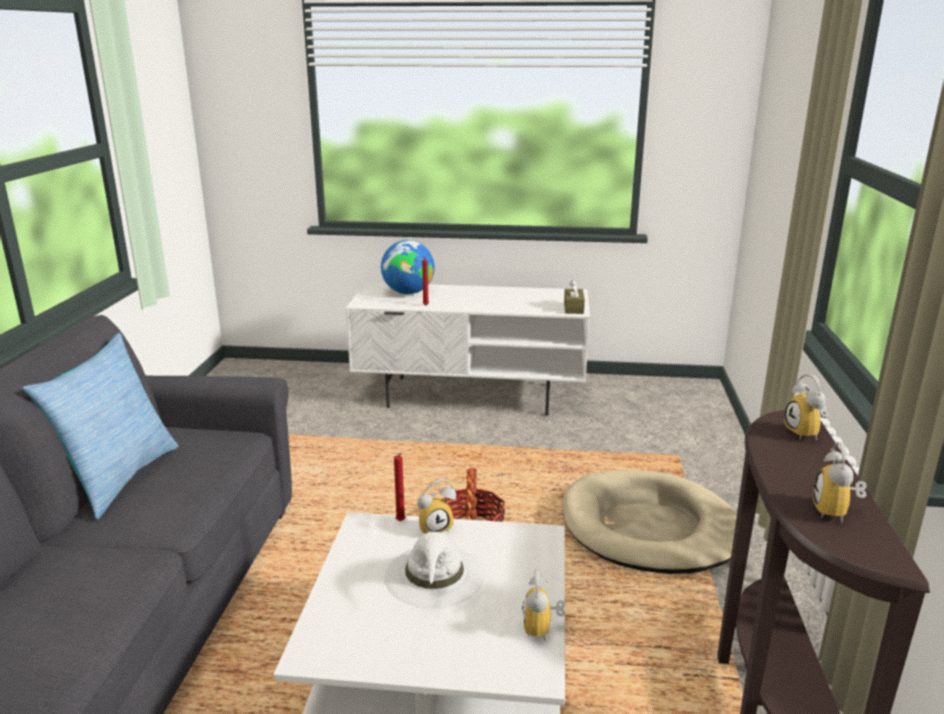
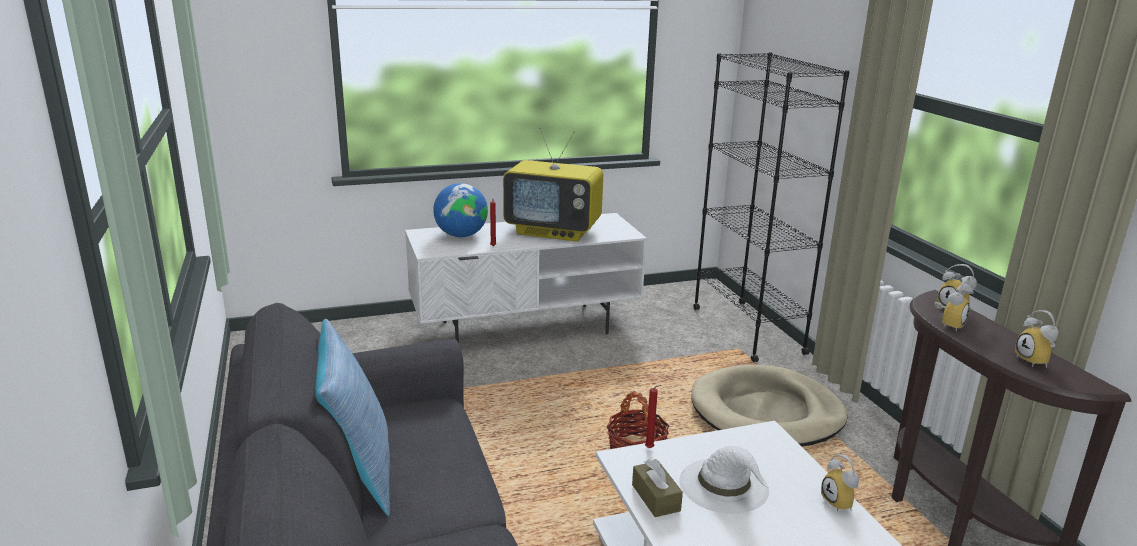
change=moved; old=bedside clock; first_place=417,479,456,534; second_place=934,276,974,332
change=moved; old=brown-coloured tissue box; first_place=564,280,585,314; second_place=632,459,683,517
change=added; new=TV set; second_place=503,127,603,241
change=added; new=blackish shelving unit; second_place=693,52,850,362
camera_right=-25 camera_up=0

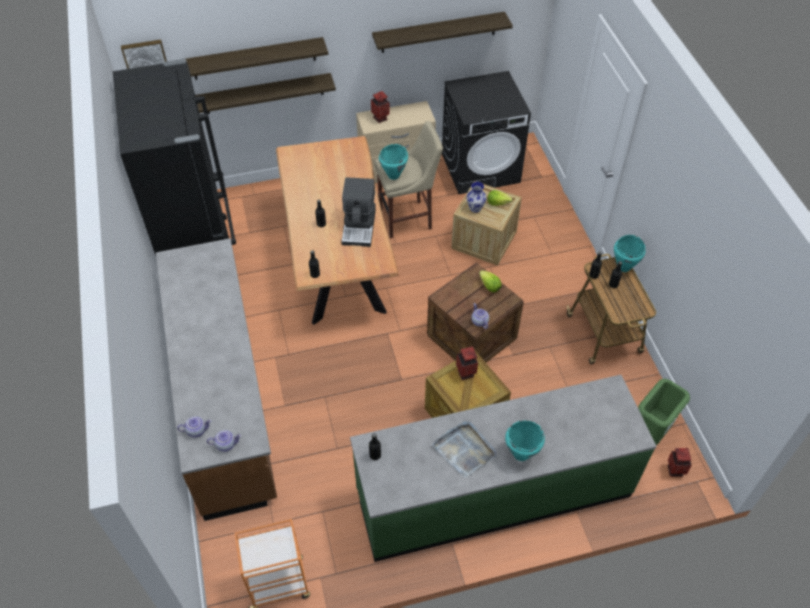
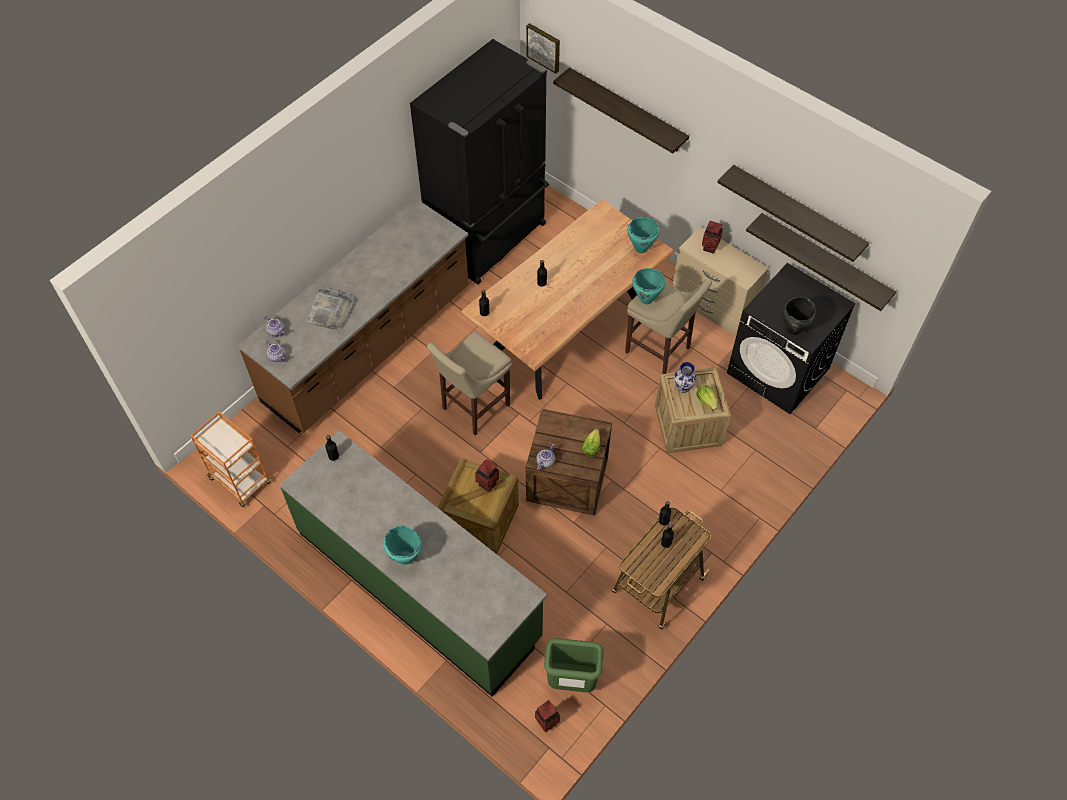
change=moved; old=shelf; first_place=195,73,336,114; second_place=746,213,896,311
change=removed; old=coffee machine; first_place=341,177,376,247
change=moved; old=greyish tray; first_place=432,421,496,478; second_place=307,287,354,329
change=moved; old=blue-green saucepot; first_place=614,235,646,272; second_place=627,217,660,253
change=added; new=beige-coloured stool; second_place=427,332,512,435
change=added; new=blackish saucepot; second_place=782,297,816,335
camera_right=55 camera_up=5

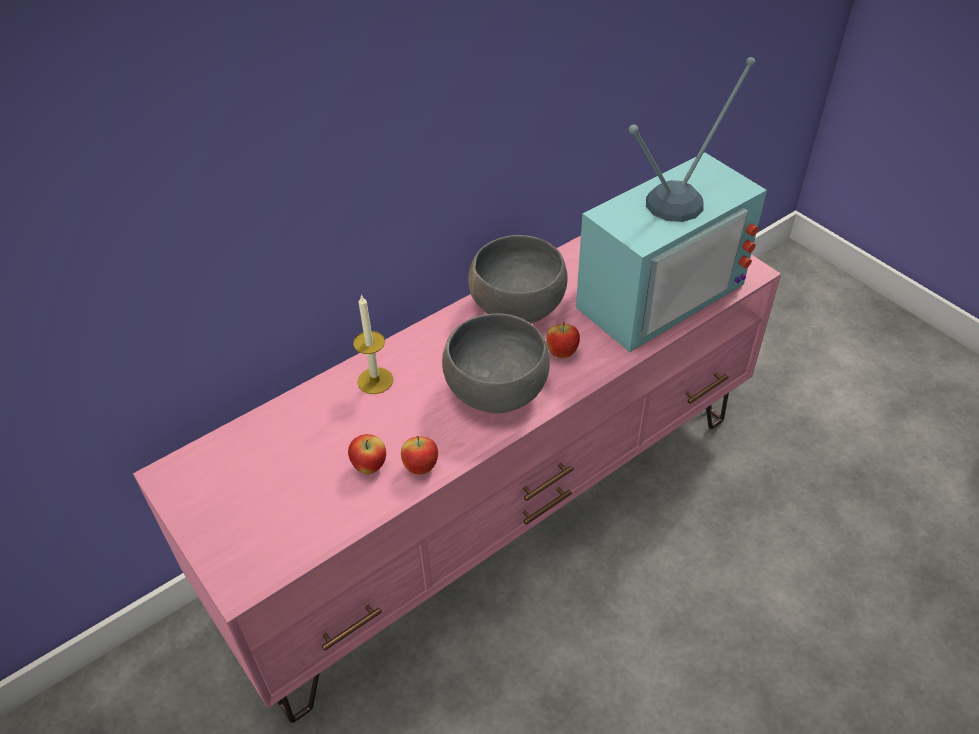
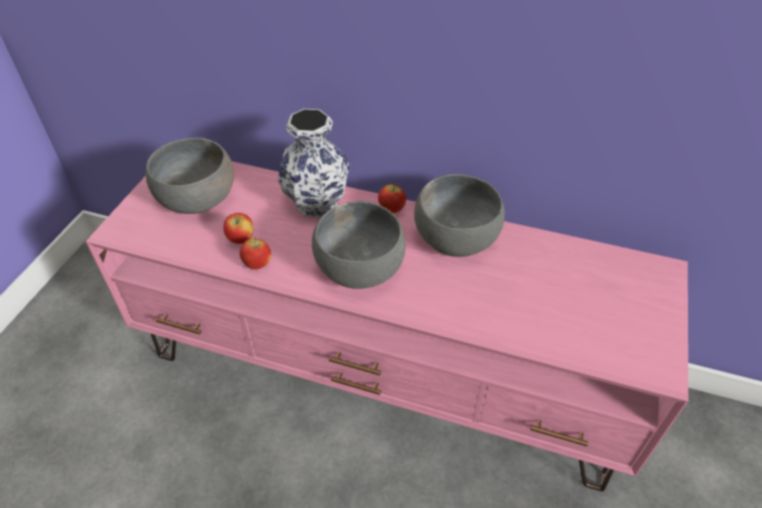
change=replaced; old=candle; new=vase; first_place=353,294,393,394; second_place=278,109,349,218
change=moved; old=apple; first_place=546,321,580,358; second_place=378,183,406,214
change=removed; old=TV set; first_place=576,57,767,352
change=added; new=greyish deep dish; second_place=146,137,234,214
camera_right=55 camera_up=0

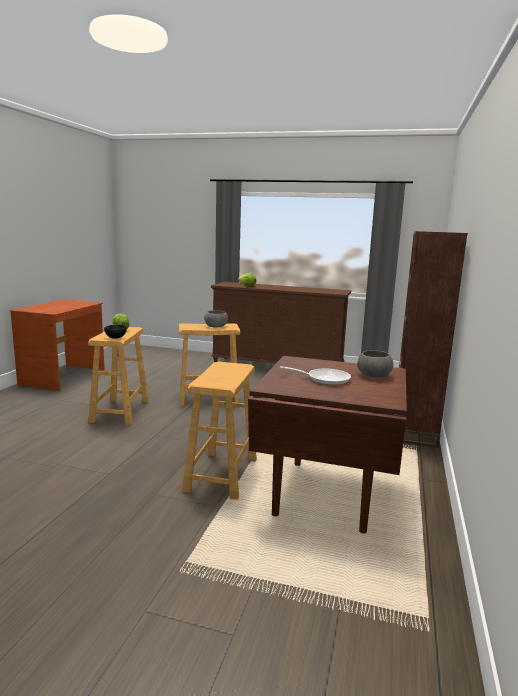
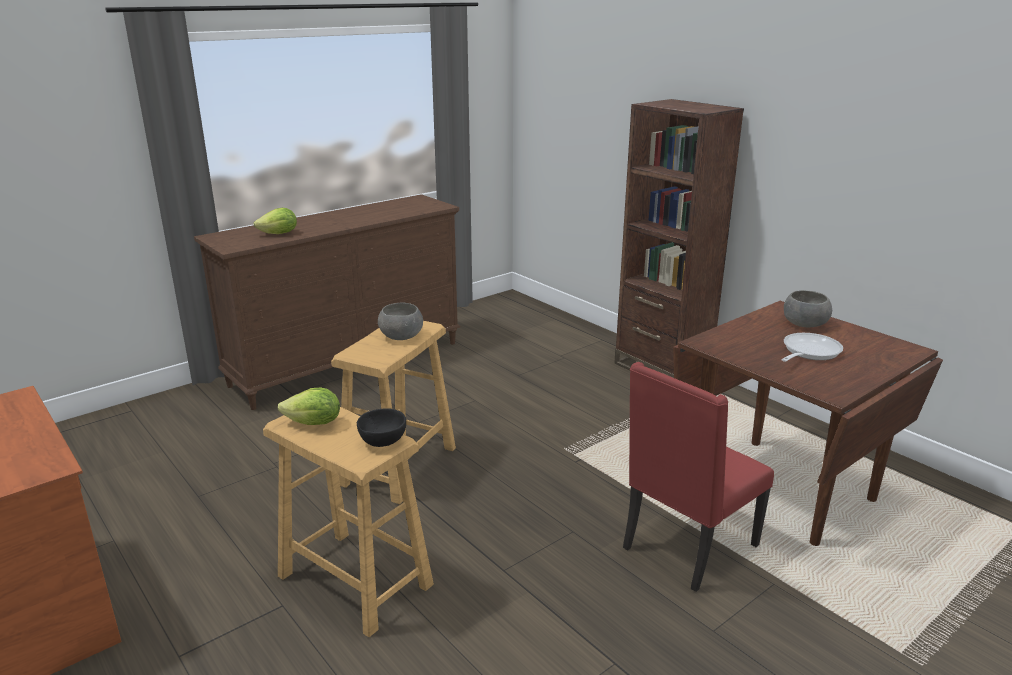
change=replaced; old=beige-coloured stool; new=red-coloured upright chair; first_place=182,362,257,500; second_place=623,362,774,592
camera_right=-55 camera_up=10

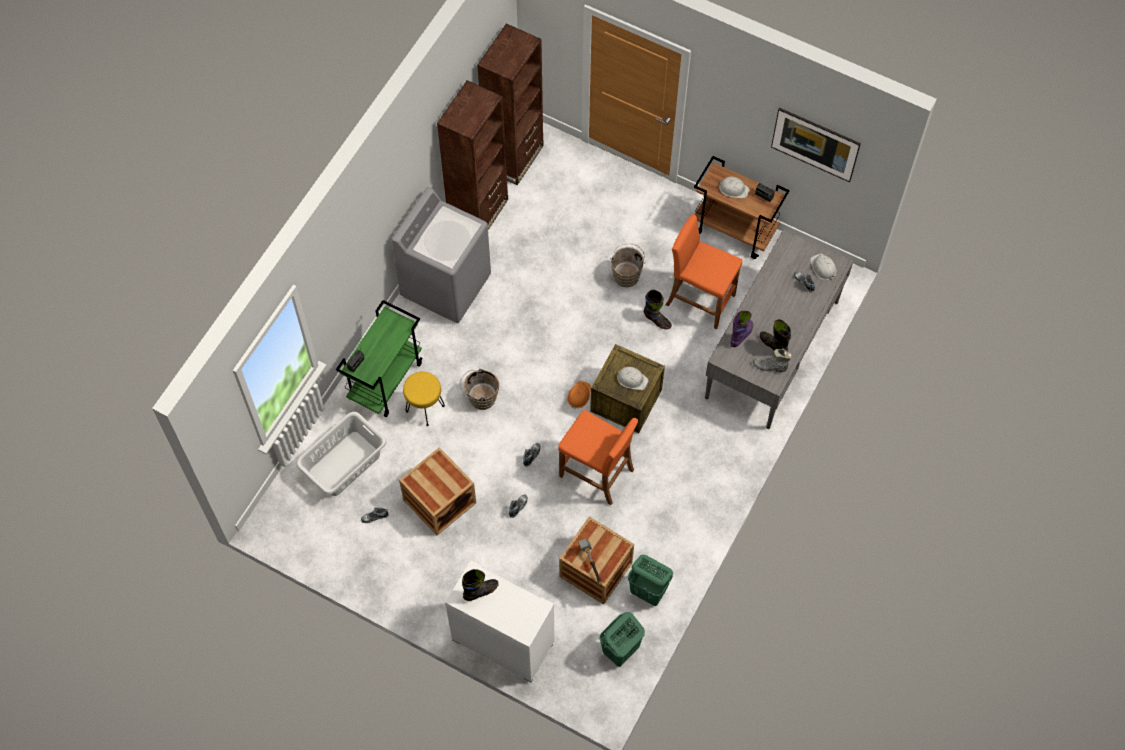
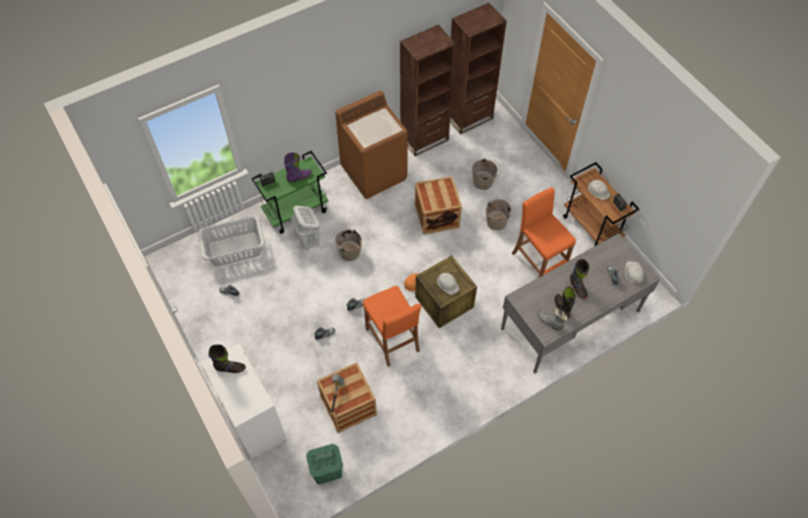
change=recoloured; old=greyish laundry machine; new=brown-coloured laundry machine; first_place=392,187,491,323; second_place=335,91,408,199
change=moved; old=packing crate; first_place=399,447,476,535; second_place=415,176,462,235
change=replaced; old=yellowish stool; new=white-coloured laundry basket; first_place=403,372,445,426; second_place=291,206,320,250
change=removed; old=green laundry basket; first_place=628,555,673,606
change=moved; old=blackish boot; first_place=644,290,672,329; second_place=570,259,589,299
change=moved; old=purple boot; first_place=730,310,753,347; second_place=284,152,312,182
change=removed; old=wall art; first_place=771,108,861,182
change=added; new=brown-coloured water bucket; second_place=472,158,501,190
camera_right=30 camera_up=-5

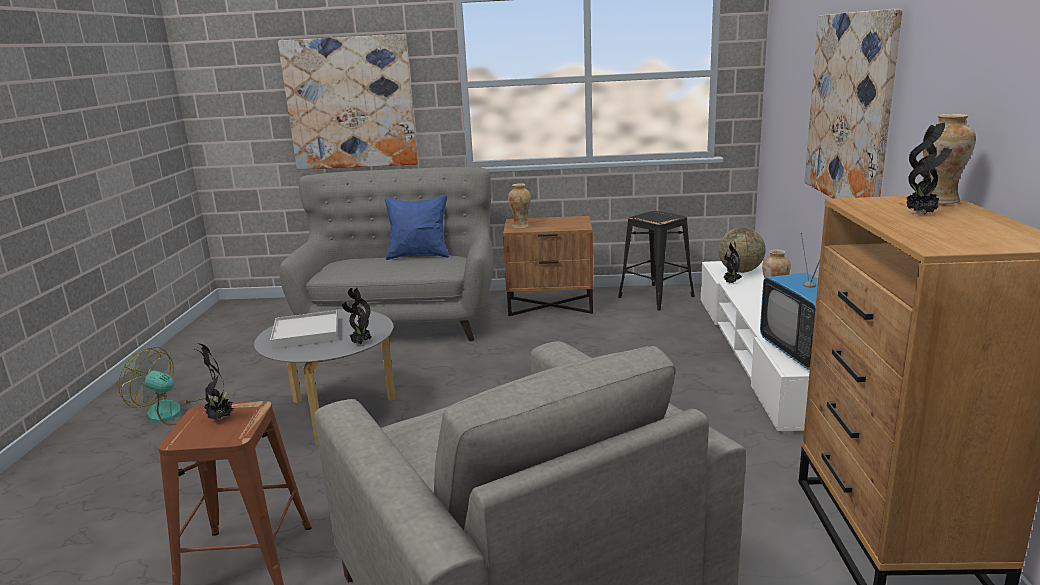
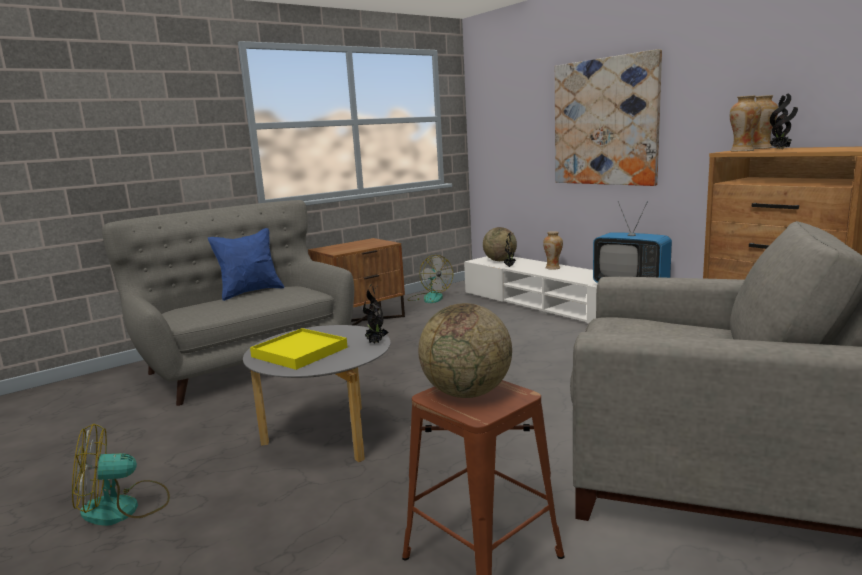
change=replaced; old=houseplant; new=desk globe; first_place=195,343,234,420; second_place=418,303,512,398
change=recoloured; old=white-coloured tray; new=yellowish tray; first_place=270,310,338,349; second_place=250,328,348,370
change=removed; old=wall art; first_place=278,34,418,170
change=moved; old=vase; first_place=508,183,531,229; second_place=730,96,761,151
change=replaced; old=blackish stool; new=cooling fan; first_place=618,211,695,310; second_place=408,255,453,303
camera_right=-40 camera_up=-5

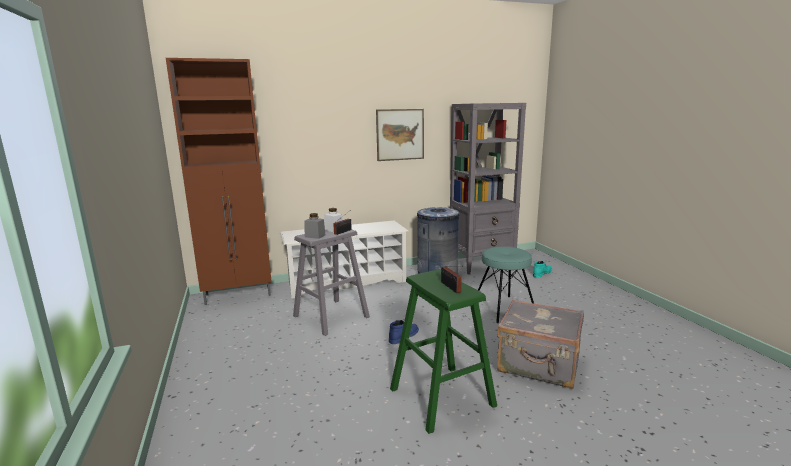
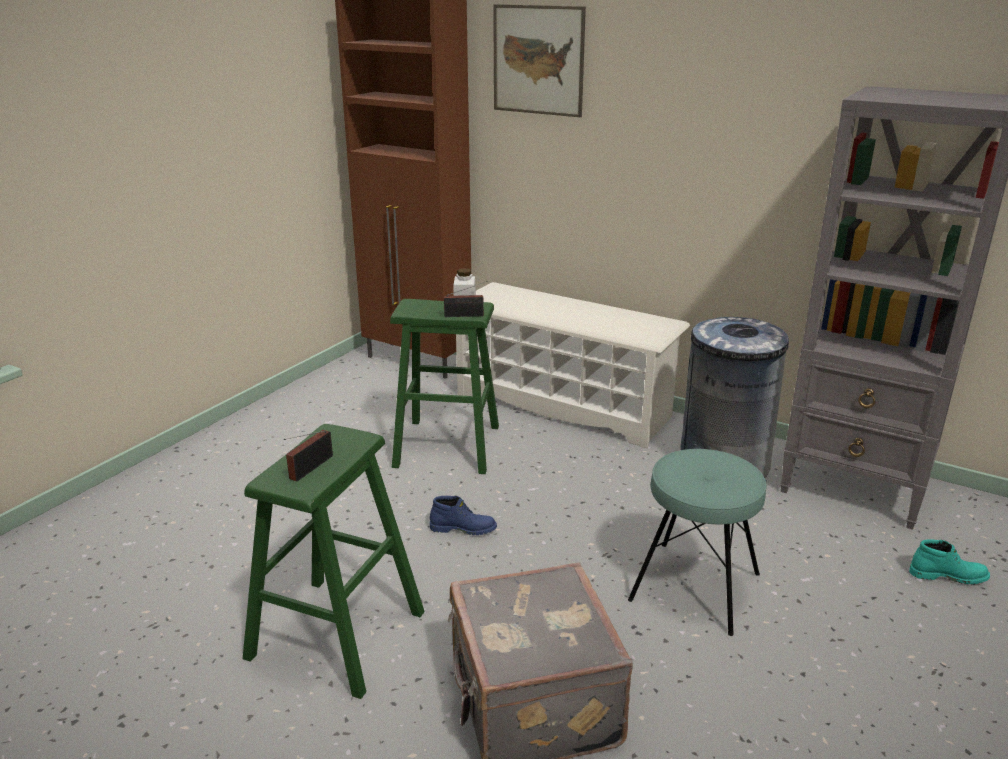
change=recoloured; old=greyish stool; new=green stool; first_place=293,230,370,336; second_place=390,299,499,474
change=removed; old=greyish preserve jar; first_place=304,213,326,239
change=moved; old=wall art; first_place=376,109,424,161; second_place=493,4,586,117
camera_right=50 camera_up=10

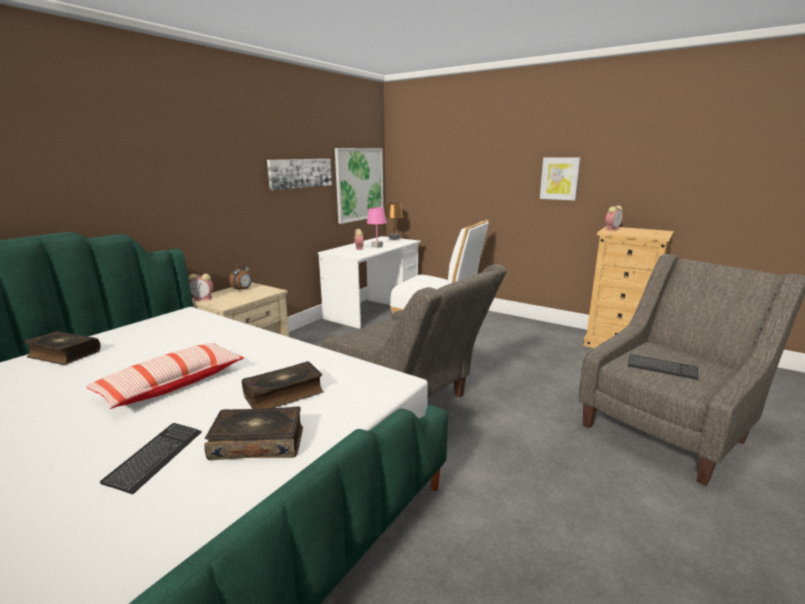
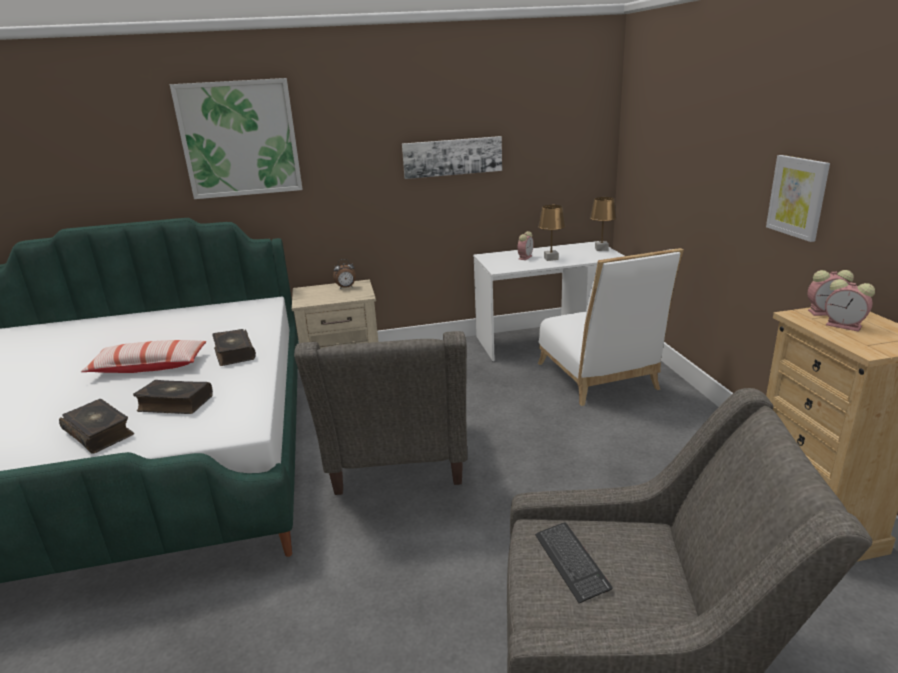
change=moved; old=book; first_place=24,331,100,365; second_place=212,329,256,366
change=removed; old=computer keyboard; first_place=100,423,202,495
change=moved; old=bedside clock; first_place=189,274,213,300; second_place=825,279,875,332
change=moved; old=wall art; first_place=335,148,384,224; second_place=170,78,303,199
change=recoloured; old=pink-coloured tabletop lamp; new=brown-coloured tabletop lamp; first_place=367,207,387,248; second_place=538,205,566,261
camera_right=45 camera_up=5

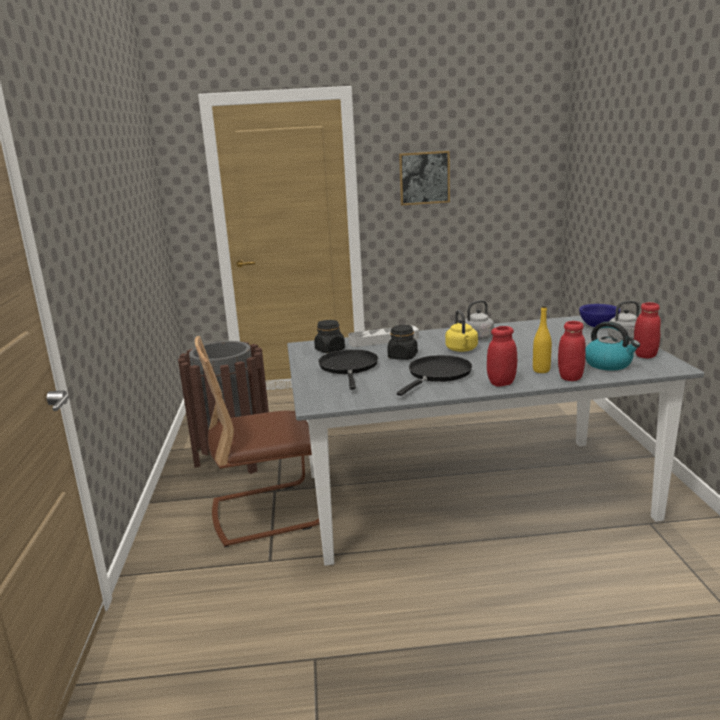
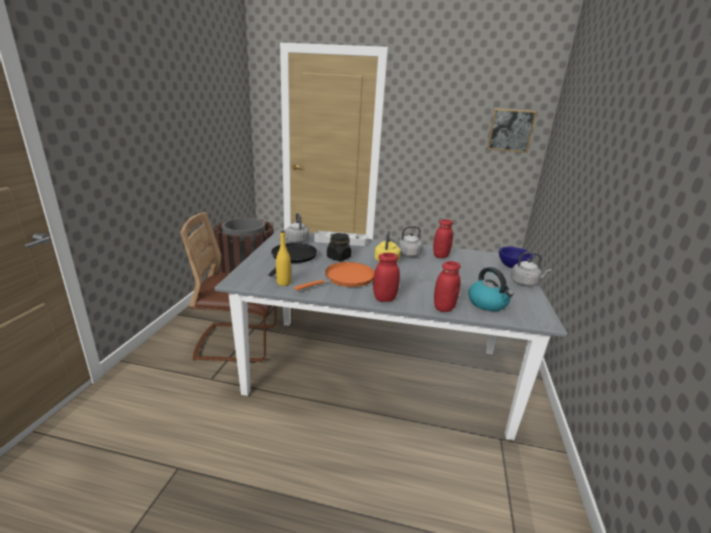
change=replaced; old=blackish preserve jar; new=greyish water kettle; first_place=314,320,345,353; second_place=286,213,309,243
change=recoloured; old=blackish skillet; new=orangey skillet; first_place=397,355,472,396; second_place=294,262,375,291
change=moved; old=wall art; first_place=399,151,450,205; second_place=487,109,537,153
change=moved; old=yellowish bottle; first_place=533,306,552,373; second_place=276,231,291,286
change=moved; old=red-coloured preserve jar; first_place=634,302,661,359; second_place=433,219,453,258
camera_right=15 camera_up=5

